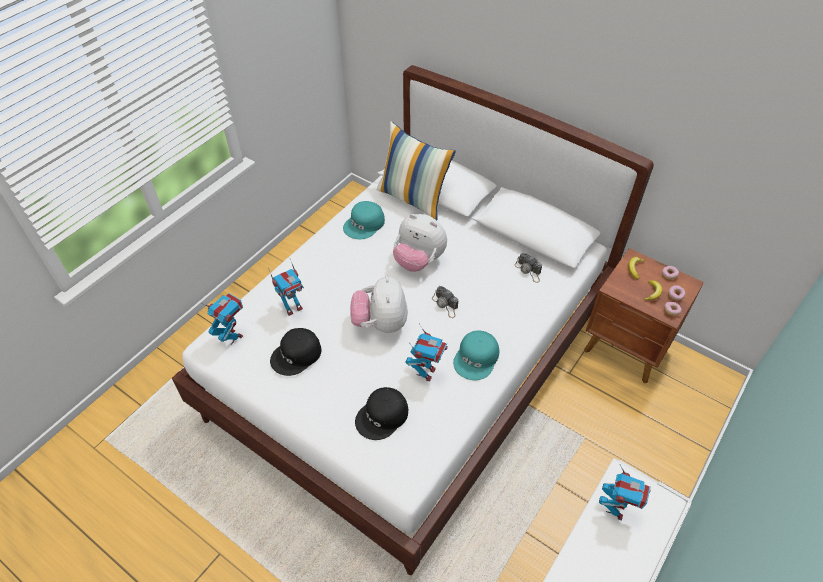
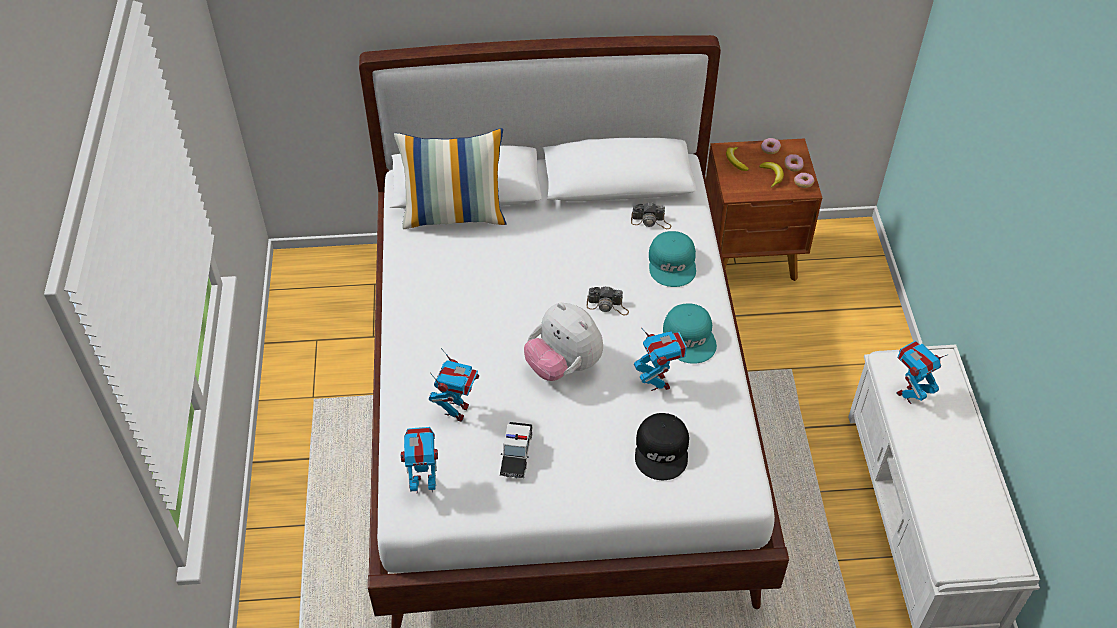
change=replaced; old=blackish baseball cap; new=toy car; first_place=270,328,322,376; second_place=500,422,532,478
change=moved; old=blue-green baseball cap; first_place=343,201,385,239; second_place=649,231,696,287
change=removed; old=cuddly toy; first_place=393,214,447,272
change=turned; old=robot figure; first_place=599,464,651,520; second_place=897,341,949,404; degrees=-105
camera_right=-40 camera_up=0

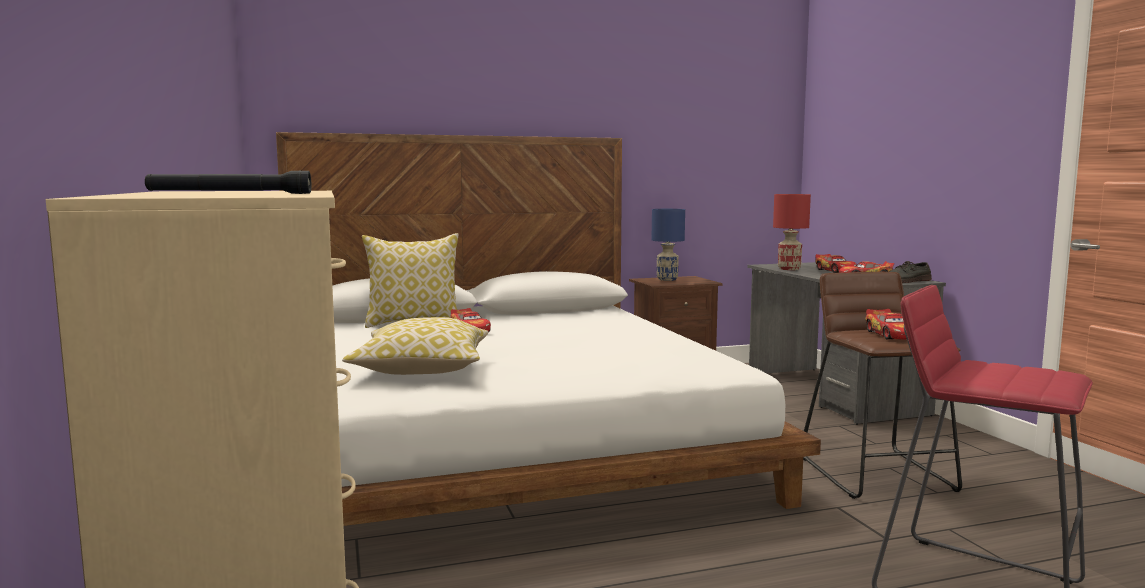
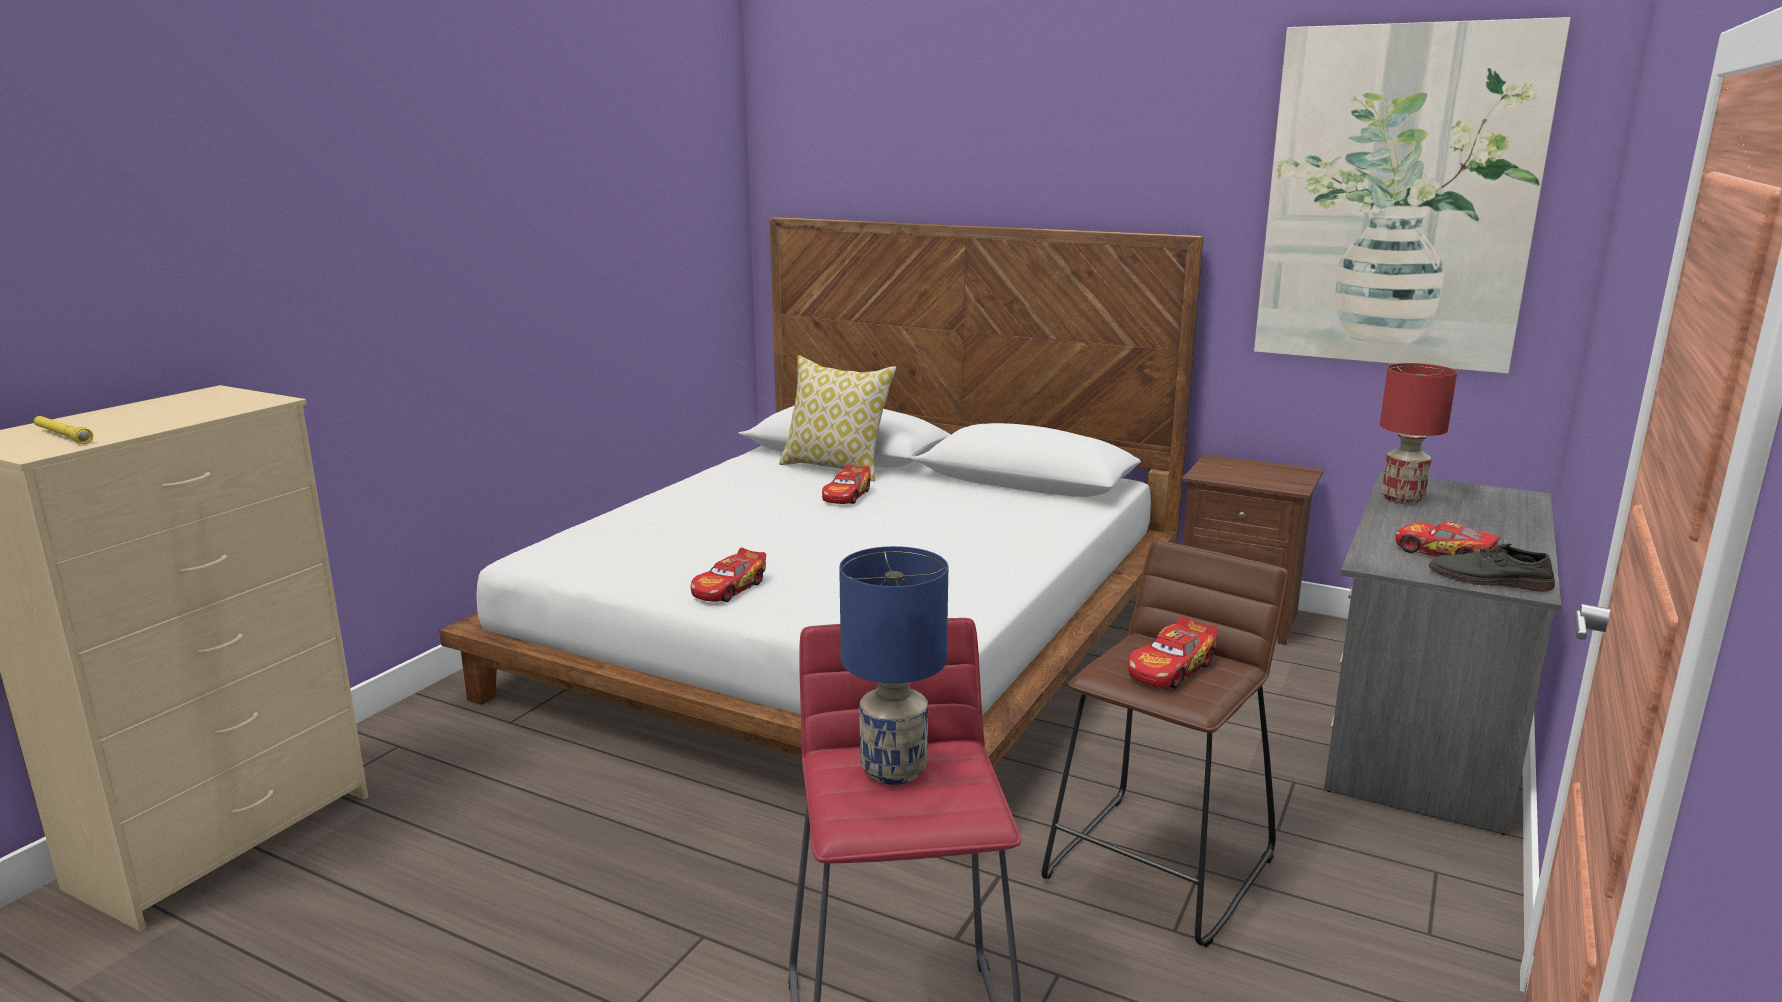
change=recoloured; old=blackish flashlight; new=yellowish flashlight; first_place=145,170,311,194; second_place=34,416,93,444
change=removed; old=throw pillow; first_place=342,317,488,375
change=moved; old=blue tabletop lamp; first_place=652,209,685,281; second_place=839,546,948,785
change=moved; old=toy car; first_place=815,254,857,273; second_place=691,548,766,602
change=added; new=wall art; second_place=1254,17,1571,374
camera_right=45 camera_up=10

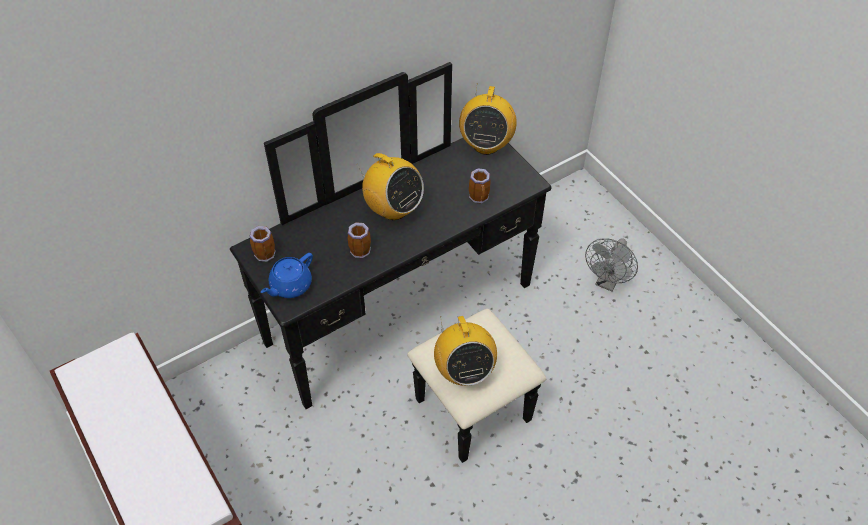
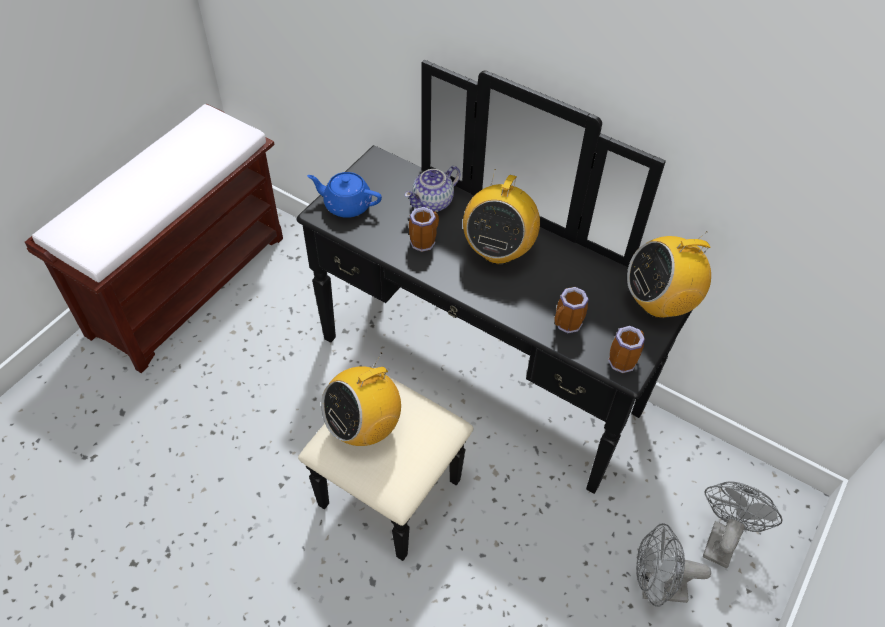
change=moved; old=coffee mug; first_place=249,226,276,262; second_place=608,326,645,373
change=added; new=pot for tea; second_place=405,166,461,212
change=added; new=greyish cooling fan; second_place=703,481,782,568
camera_right=65 camera_up=0

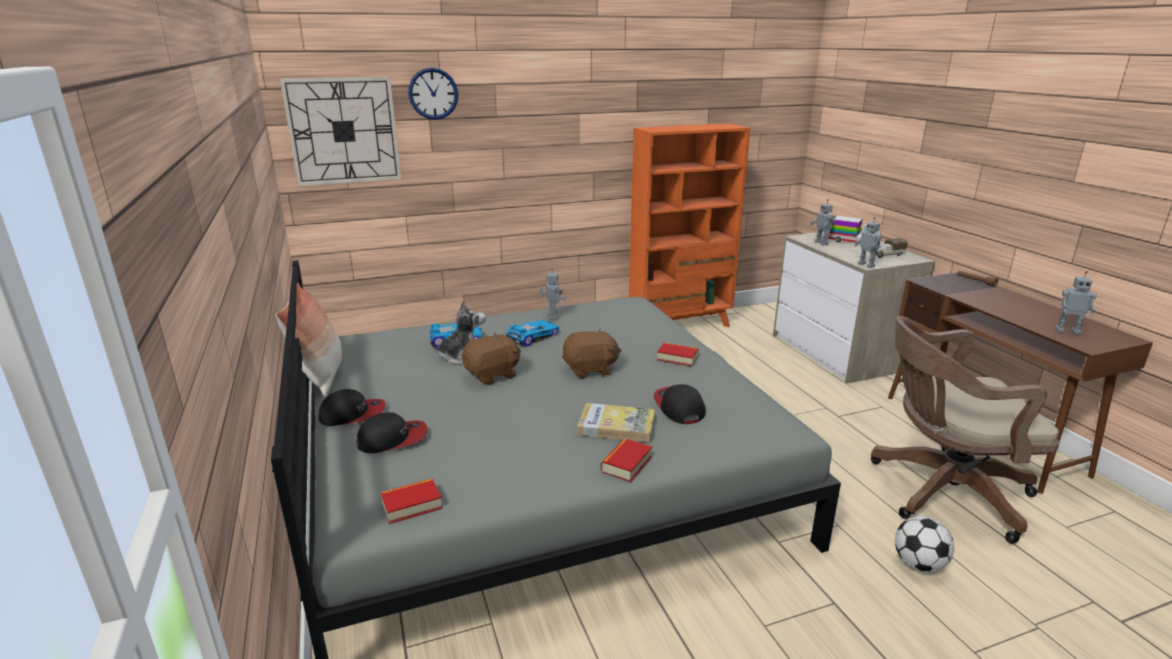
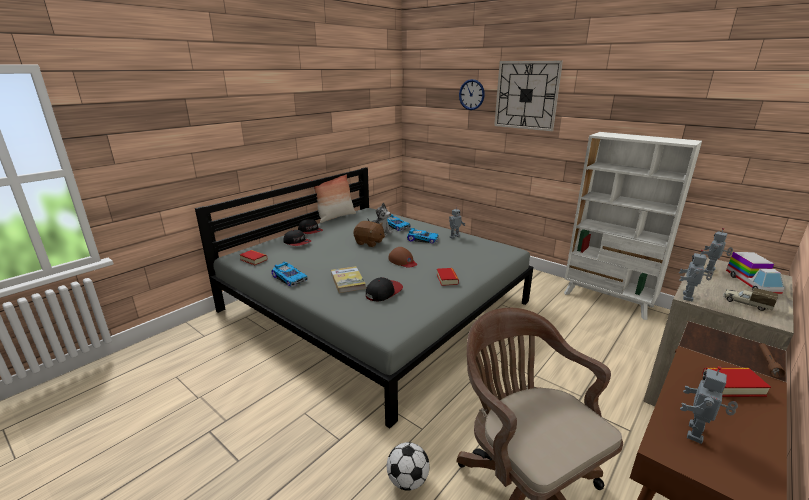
change=moved; old=wall clock; first_place=280,77,401,186; second_place=494,61,563,131
change=replaced; old=brown-coloured cuddly toy; new=brown-coloured baseball cap; first_place=562,329,622,378; second_place=389,247,417,268
change=moved; old=book; first_place=601,439,652,482; second_place=702,368,771,397
change=recoloured; old=orangey shelving unit; new=white-coloured shelving unit; first_place=629,123,750,327; second_place=564,132,702,320
change=turned; old=robot figure; first_place=1055,271,1097,335; second_place=680,366,738,444; degrees=45
change=added; new=toy car; second_place=271,262,308,287
camera_right=60 camera_up=0

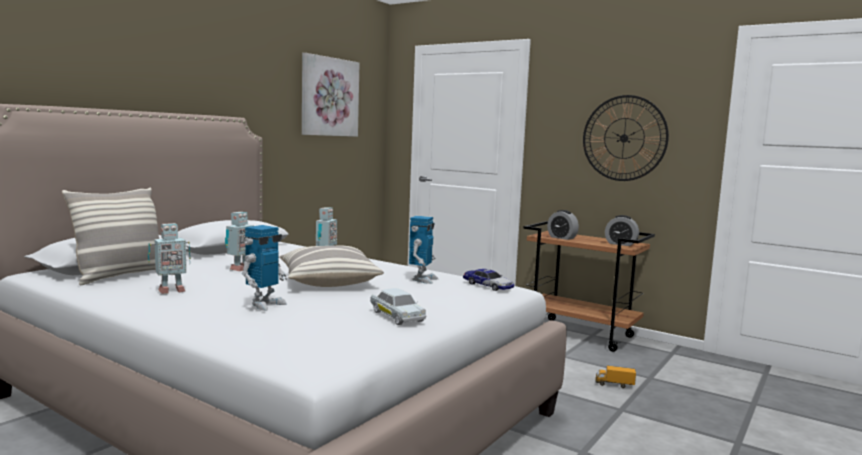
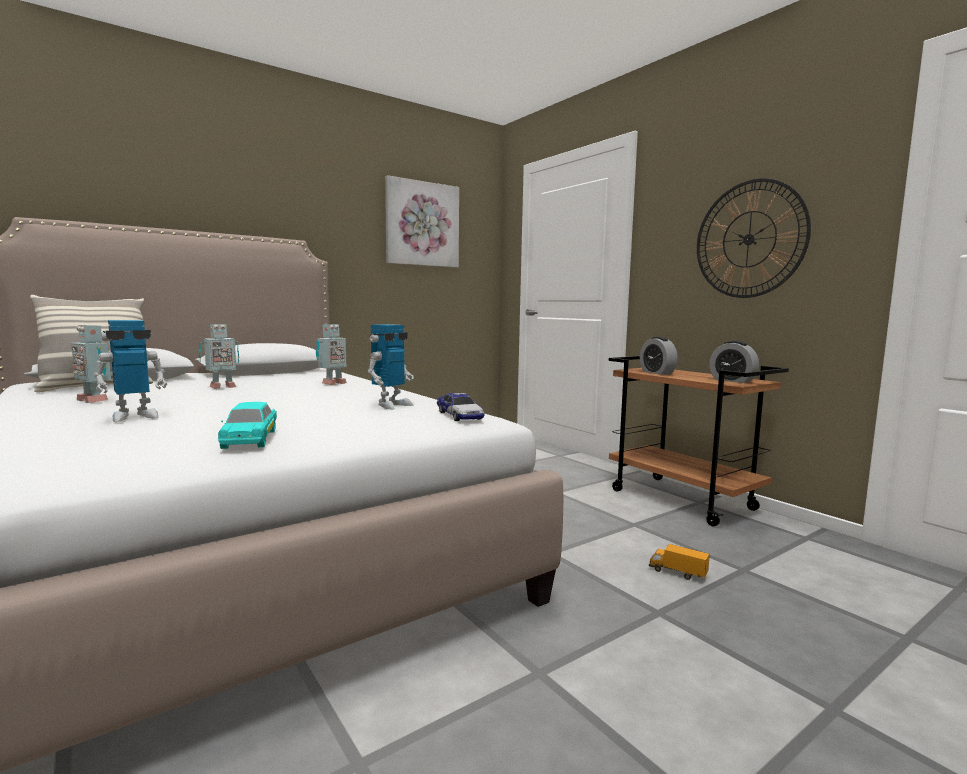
change=turned; old=robot figure; first_place=148,223,191,294; second_place=71,325,111,403; degrees=45
change=removed; old=throw pillow; first_place=279,245,384,287
change=recoloured; old=white-coloured toy car; new=blue-green toy car; first_place=370,288,426,325; second_place=218,402,277,449
camera_right=20 camera_up=0

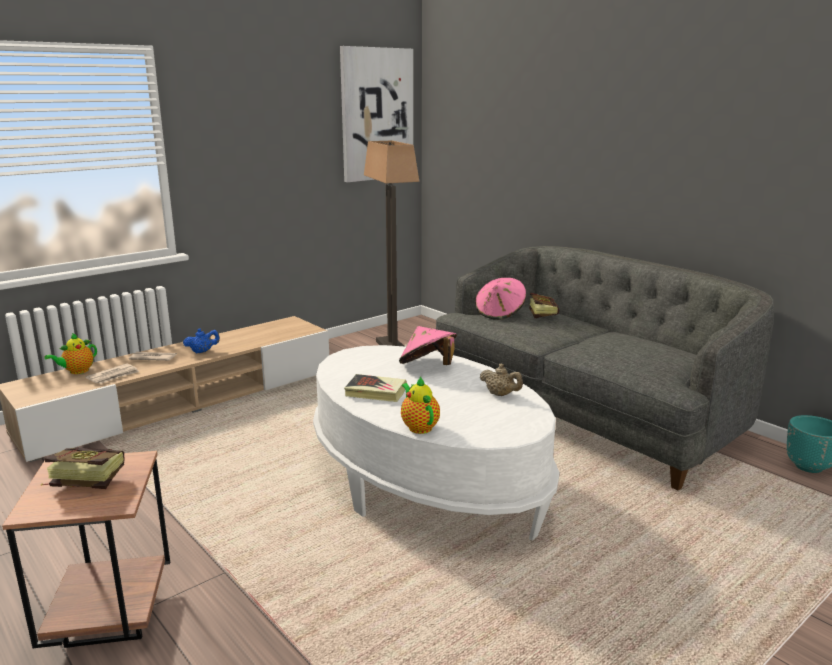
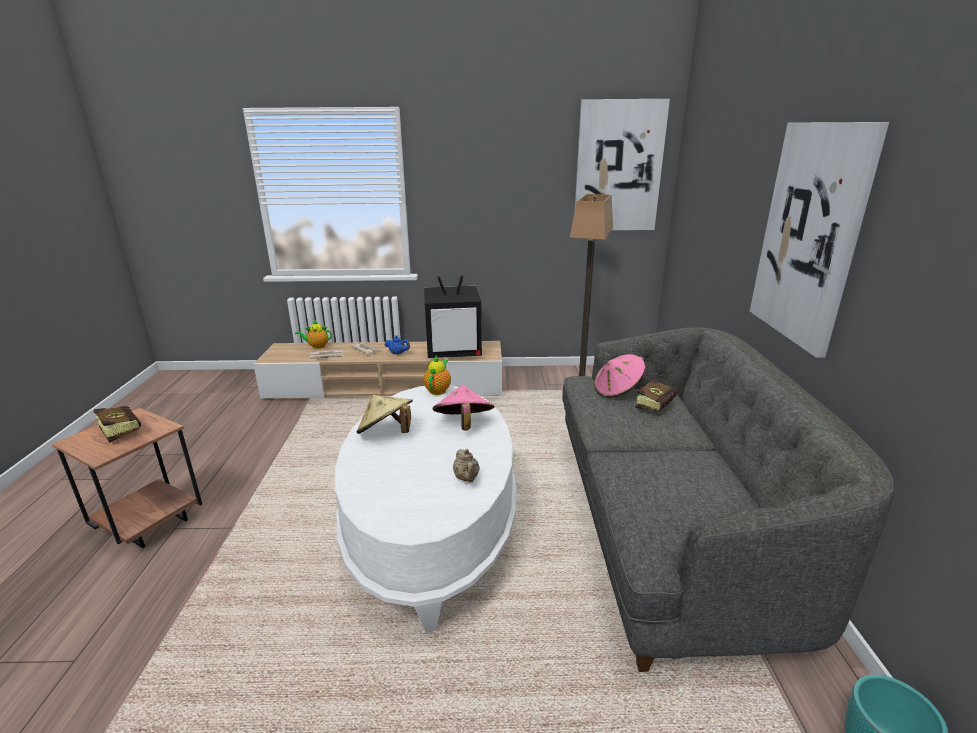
change=replaced; old=book; new=beige-coloured hat; first_place=344,374,407,402; second_place=357,395,413,434
change=moved; old=pot for tea; first_place=401,376,440,434; second_place=423,355,451,395
change=added; new=TV set; second_place=424,275,482,358
change=added; new=wall art; second_place=750,122,889,358
camera_right=40 camera_up=5

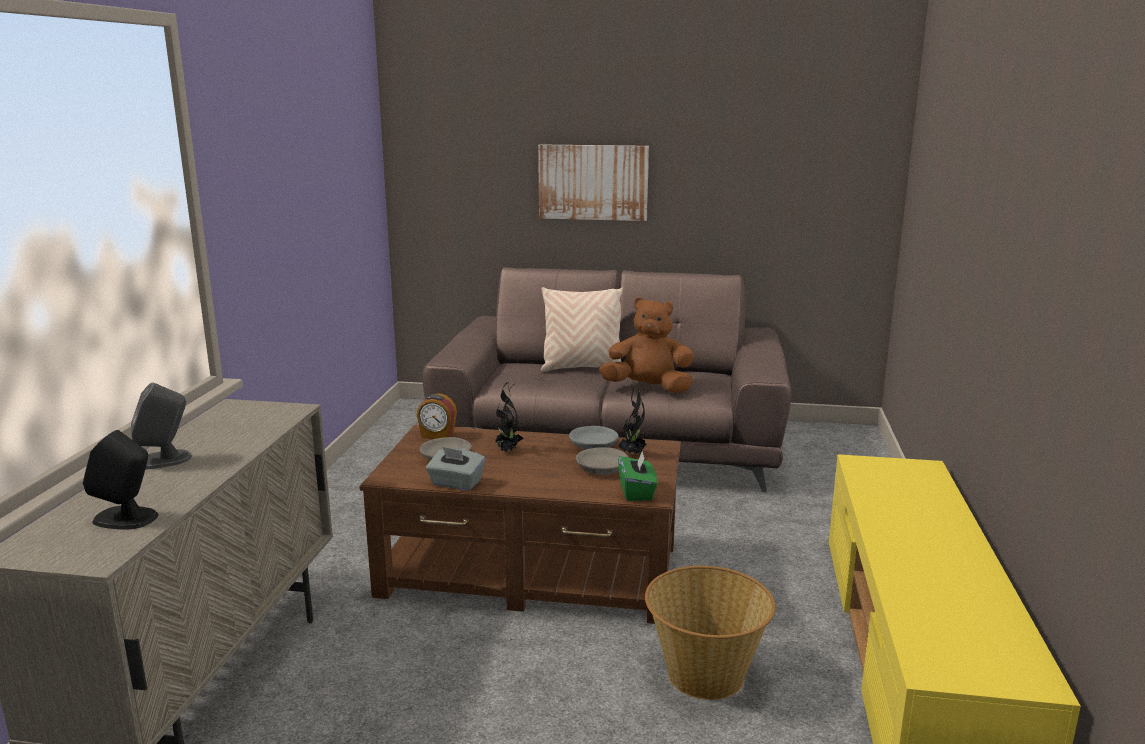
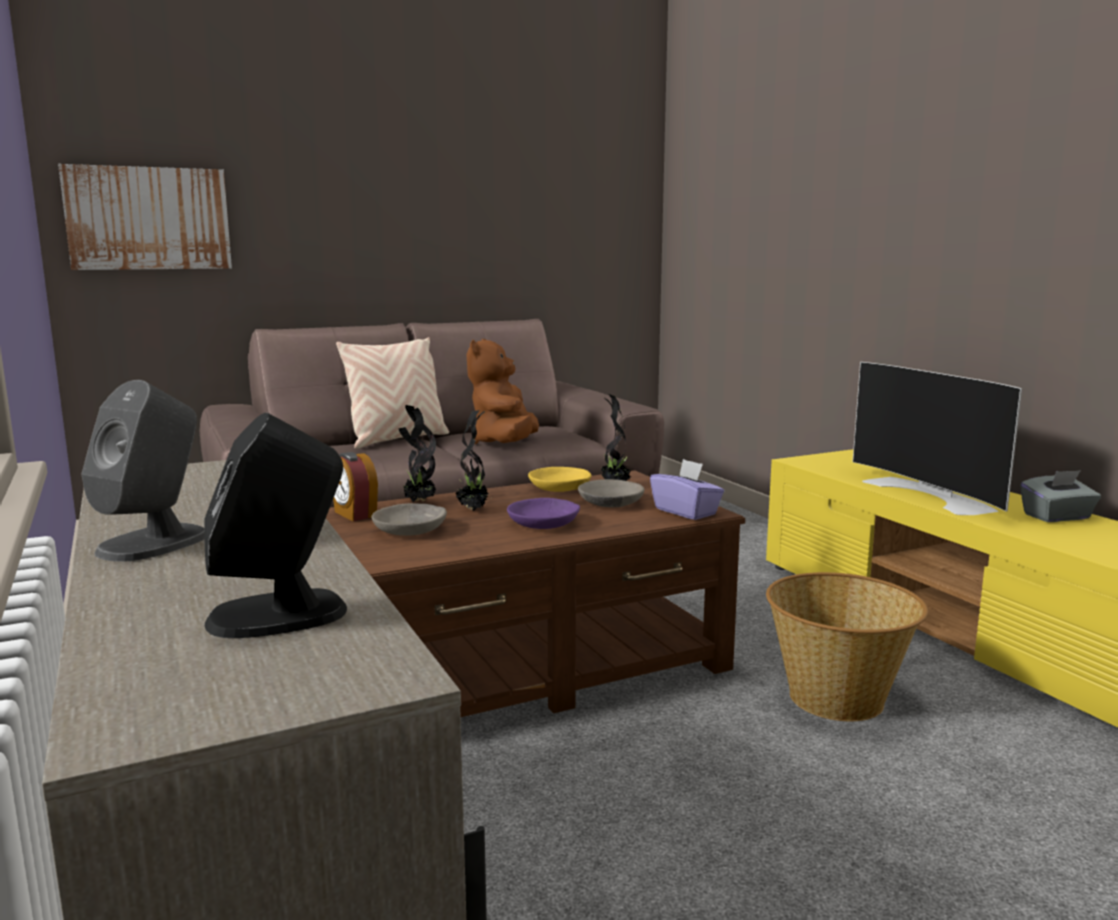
change=turned; old=bedside clock; first_place=417,393,457,439; second_place=333,452,378,521; degrees=75
change=moved; old=greyish tissue box; first_place=426,447,485,491; second_place=1020,470,1101,522
change=moved; old=wall art; first_place=538,144,649,221; second_place=58,164,232,270
change=recoloured; old=greyish deep dish; new=yellowish deep dish; first_place=569,426,619,449; second_place=528,467,592,492
change=turned; old=brown-coloured cuddly toy; first_place=599,297,694,393; second_place=466,339,539,444; degrees=-60
change=recoloured; old=green tissue box; new=purple tissue box; first_place=618,450,658,501; second_place=650,459,725,520
change=added; new=houseplant; second_place=398,405,436,502
change=added; new=purple deep dish; second_place=507,498,580,529
change=added; new=TV set; second_place=853,362,1022,515
camera_right=-35 camera_up=-5

